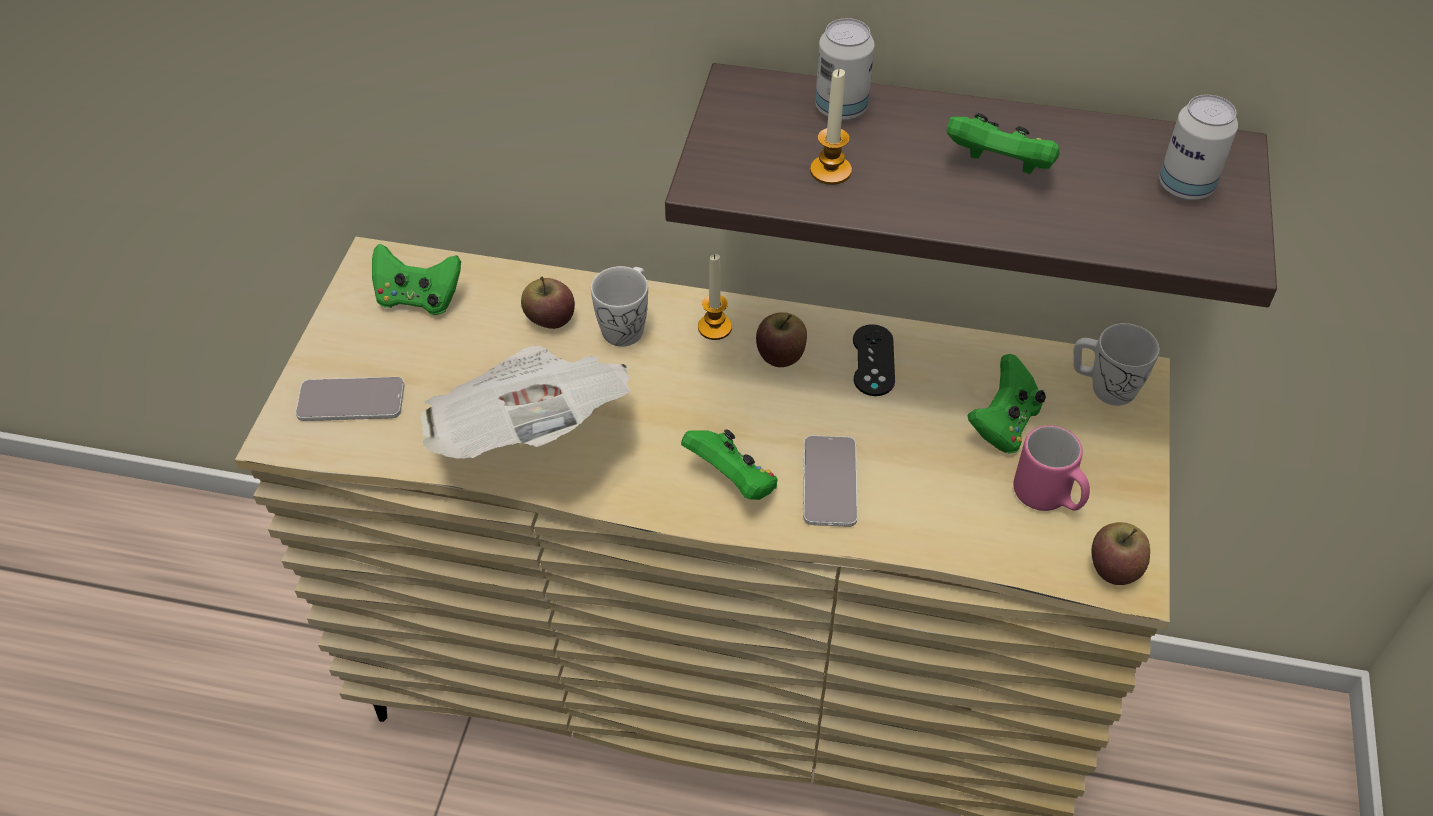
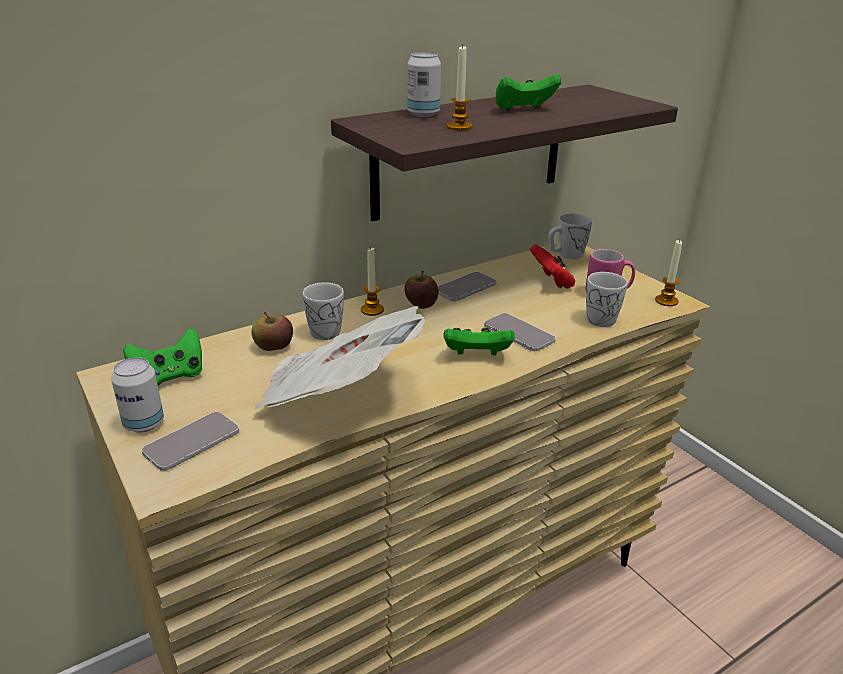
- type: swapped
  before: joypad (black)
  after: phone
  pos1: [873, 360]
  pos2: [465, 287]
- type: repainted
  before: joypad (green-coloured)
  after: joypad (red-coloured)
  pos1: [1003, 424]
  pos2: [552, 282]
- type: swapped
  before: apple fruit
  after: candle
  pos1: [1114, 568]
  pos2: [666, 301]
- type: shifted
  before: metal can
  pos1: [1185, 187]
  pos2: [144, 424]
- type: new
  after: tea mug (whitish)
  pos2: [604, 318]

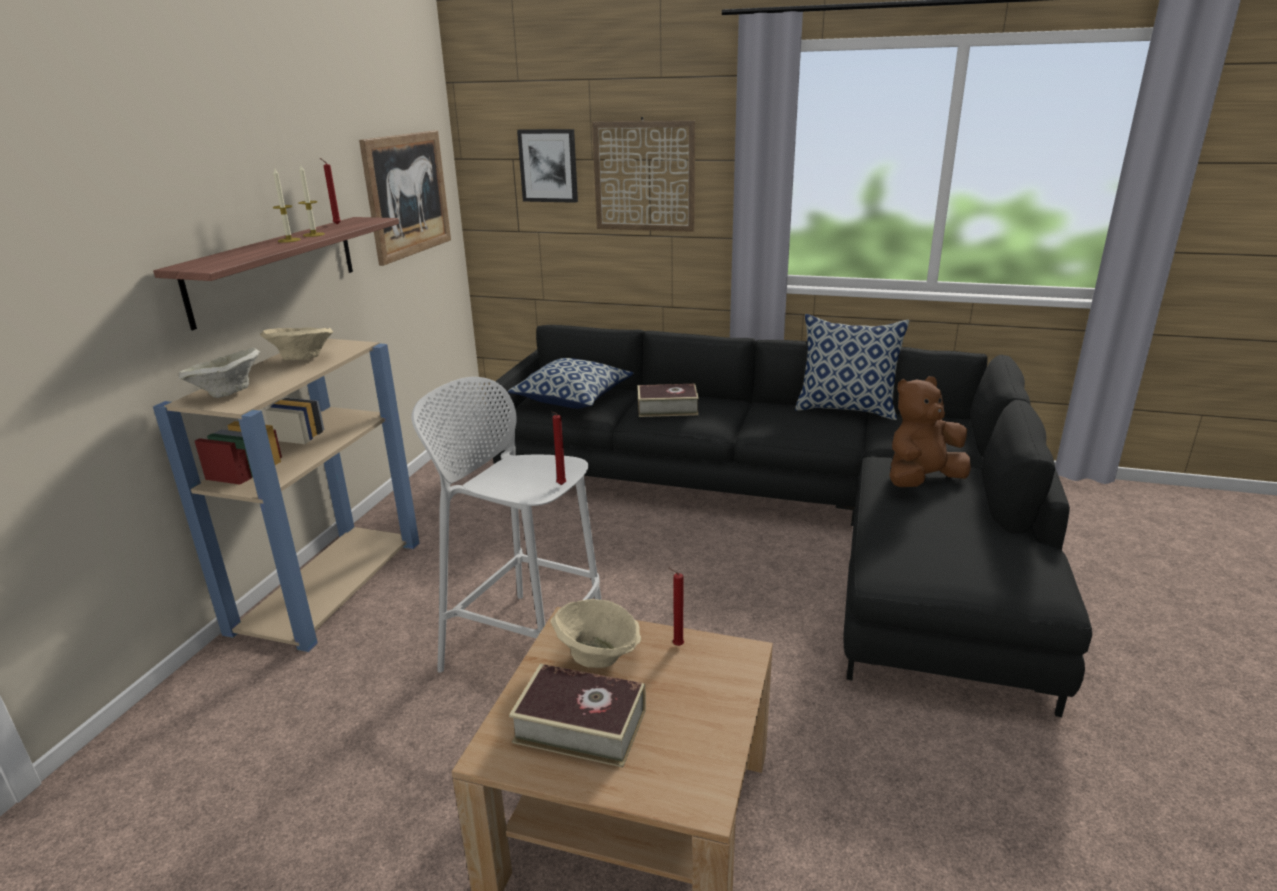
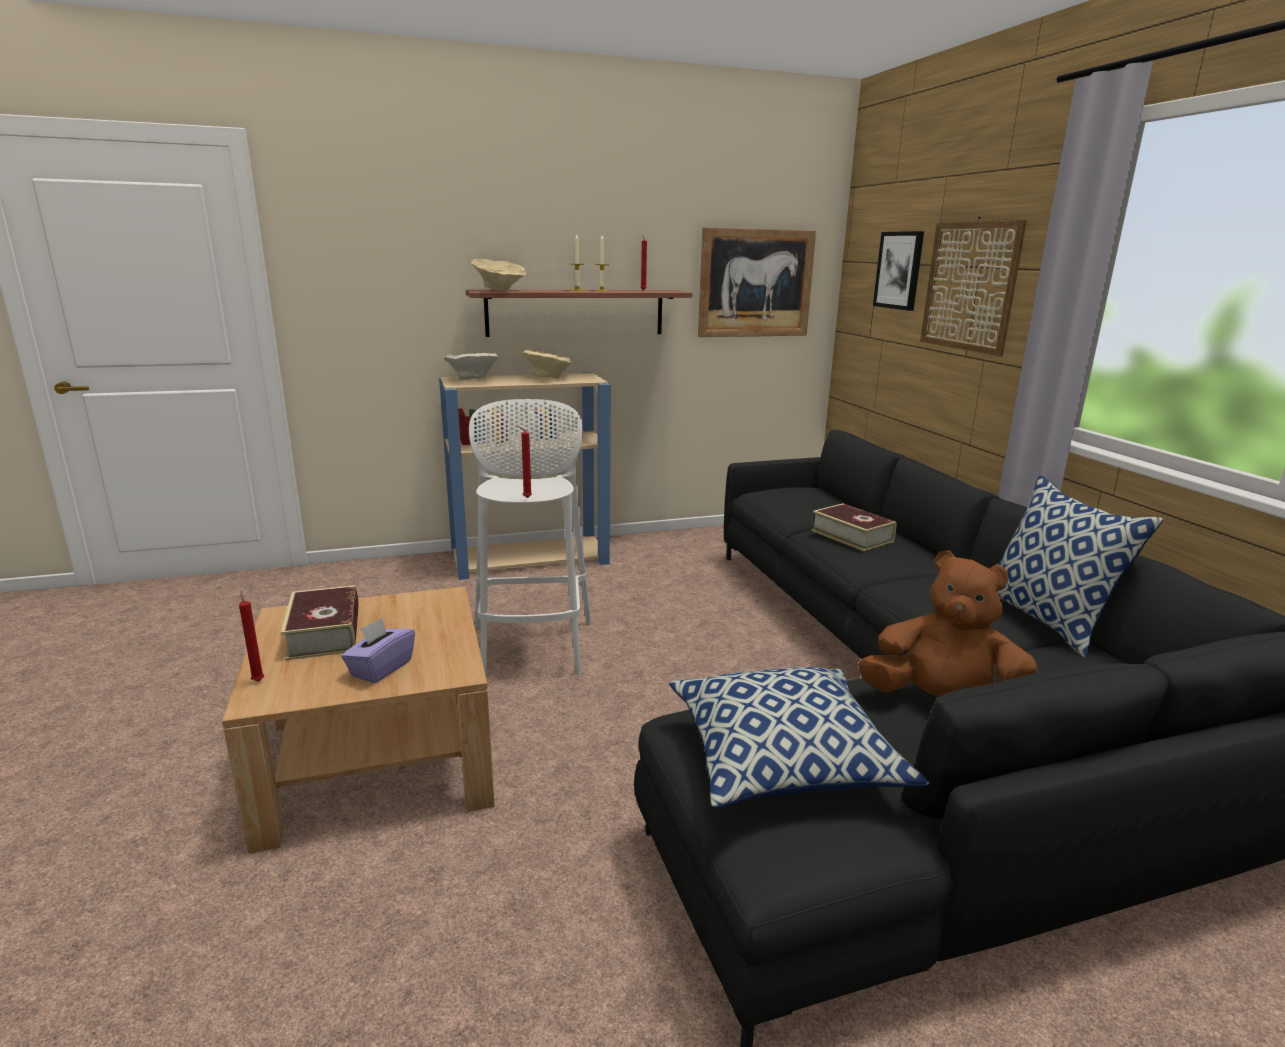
- type: shifted
  before: throw pillow
  pos1: [573, 398]
  pos2: [782, 760]
- type: shifted
  before: serving bowl (beige)
  pos1: [598, 657]
  pos2: [499, 290]
- type: shifted
  before: candle (red-coloured)
  pos1: [676, 645]
  pos2: [258, 680]
- type: new
  after: tissue box (purple)
  pos2: [381, 668]

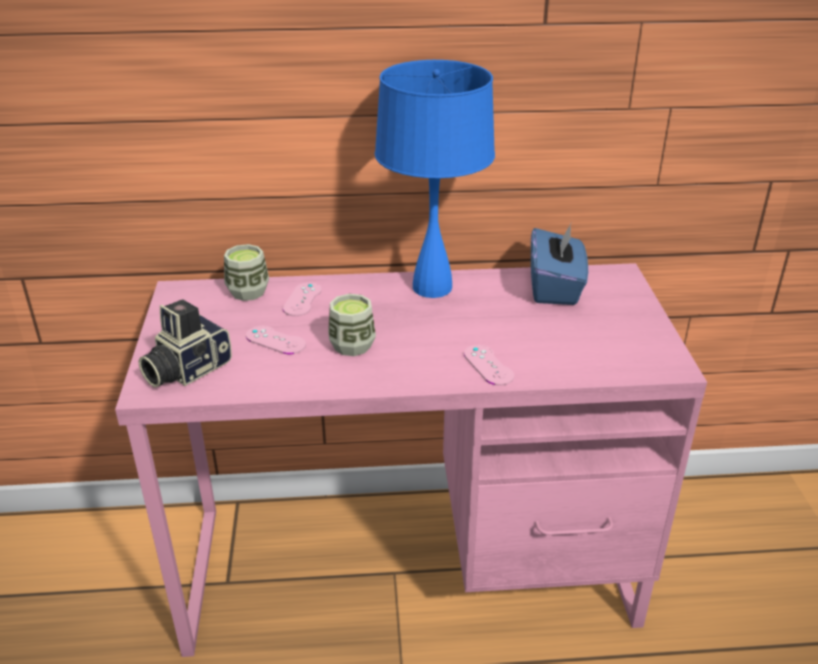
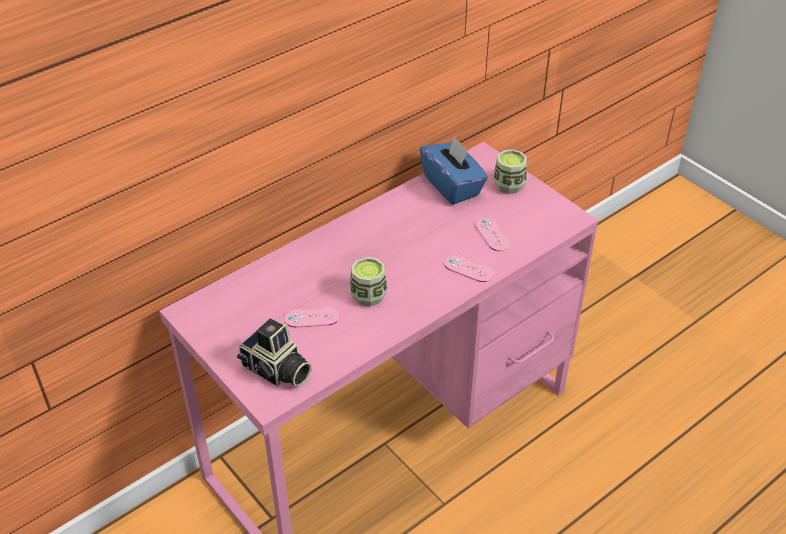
- type: rotated
  before: still camera
  pos1: [186, 369]
  pos2: [276, 371]
  turn: -60
- type: shifted
  before: drinking cup
  pos1: [248, 292]
  pos2: [509, 185]
- type: shifted
  before: joypad (pink)
  pos1: [302, 299]
  pos2: [492, 235]
- type: gone
  before: table lamp (blue-coloured)
  pos1: [433, 287]

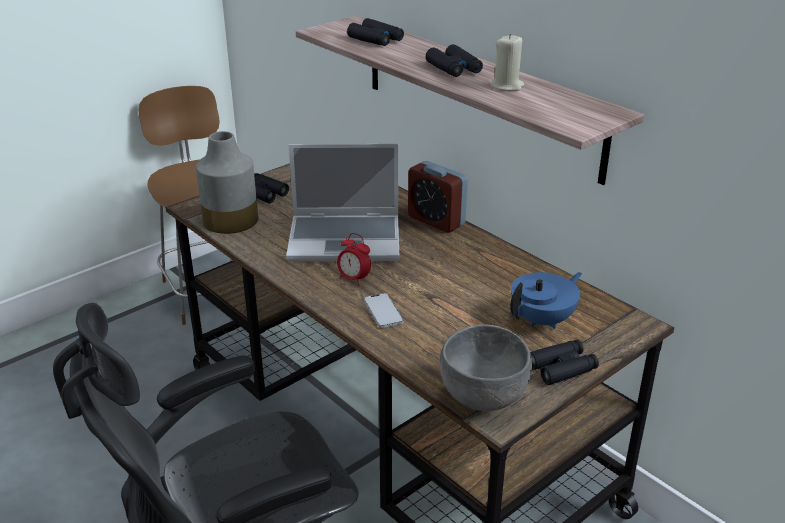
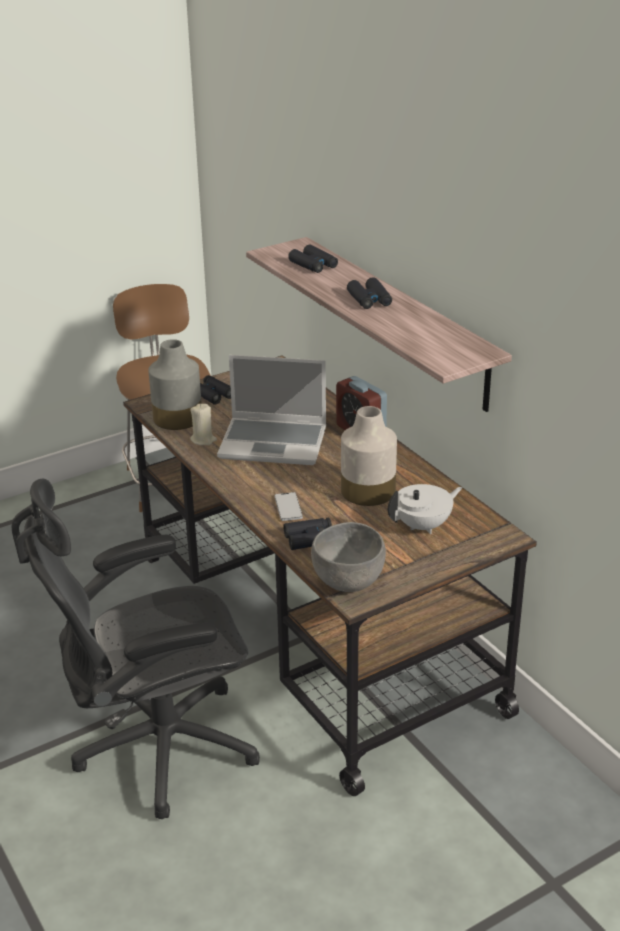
- type: gone
  before: alarm clock
  pos1: [354, 279]
- type: shifted
  before: candle (beige)
  pos1: [507, 86]
  pos2: [203, 440]
- type: repainted
  before: pot for tea (blue-coloured)
  after: pot for tea (whitish)
  pos1: [543, 320]
  pos2: [423, 526]
- type: shifted
  before: binoculars (black)
  pos1: [562, 368]
  pos2: [310, 539]
- type: new
  after: vase (beige)
  pos2: [367, 490]

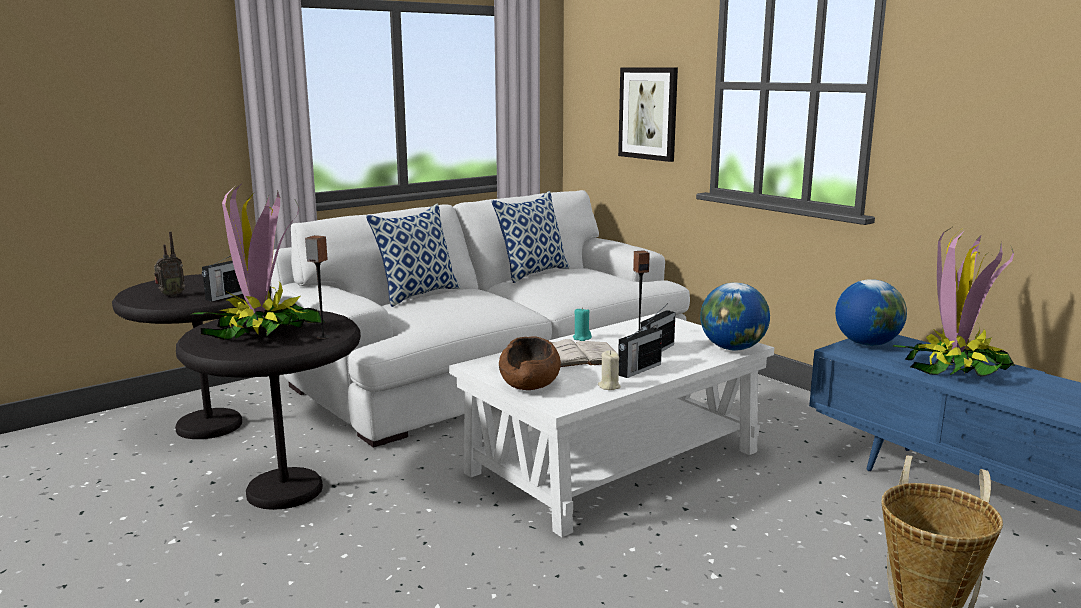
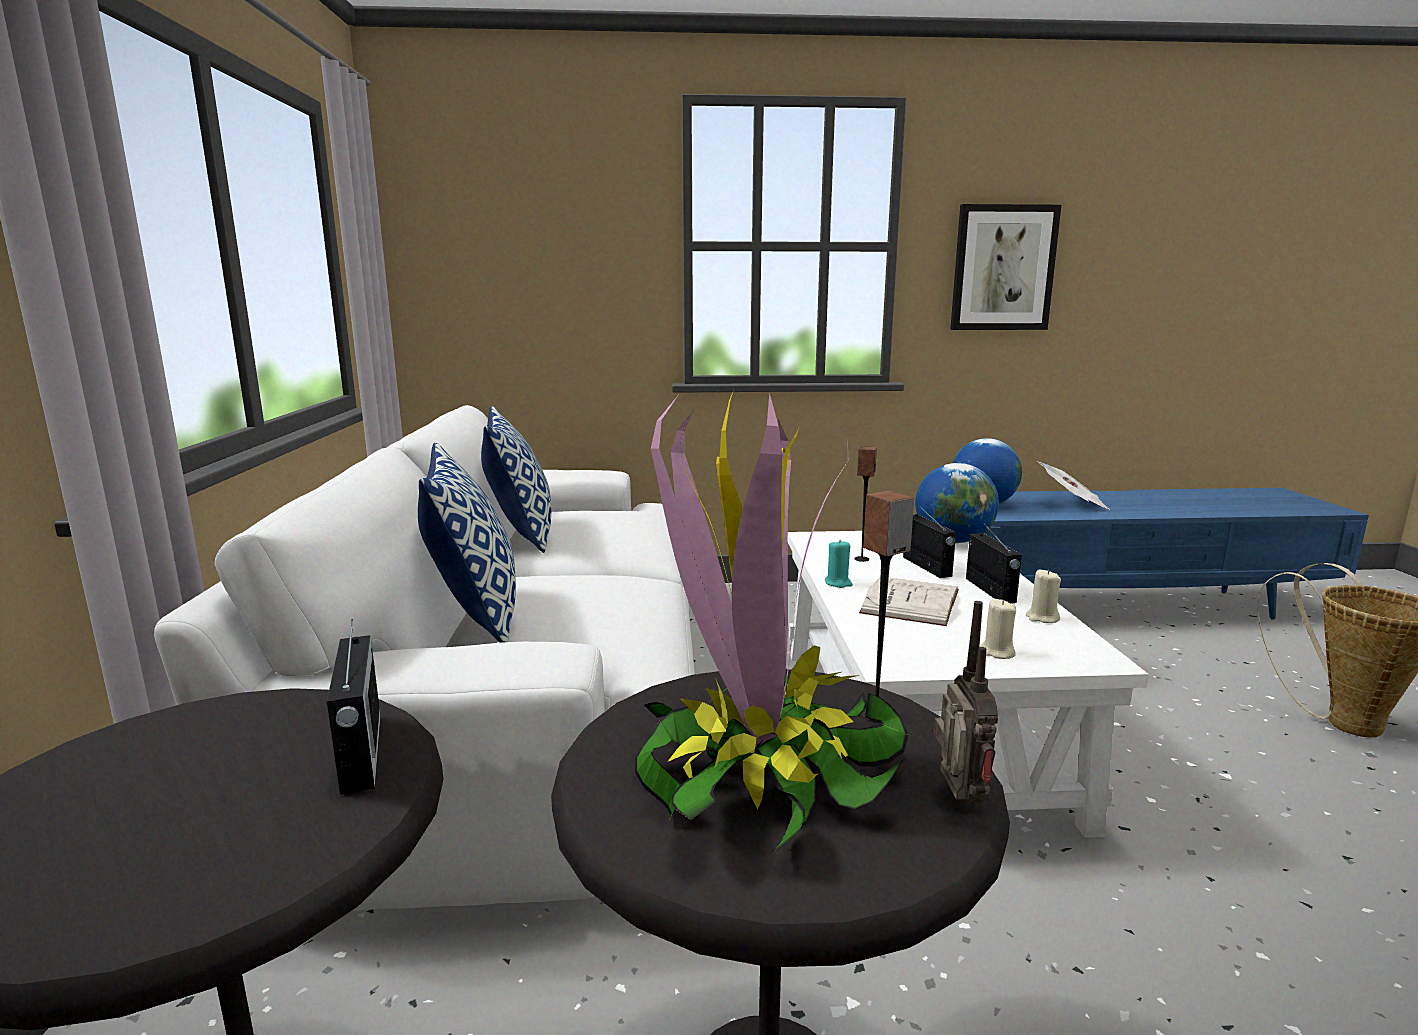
- type: shifted
  before: radio
  pos1: [170, 295]
  pos2: [957, 799]
- type: swapped
  before: serving bowl (brown-coloured)
  after: candle (beige)
  pos1: [530, 383]
  pos2: [997, 652]
- type: shifted
  before: wall picture
  pos1: [648, 113]
  pos2: [1003, 268]
- type: swapped
  before: potted plant
  after: daily paper
  pos1: [955, 368]
  pos2: [1072, 504]

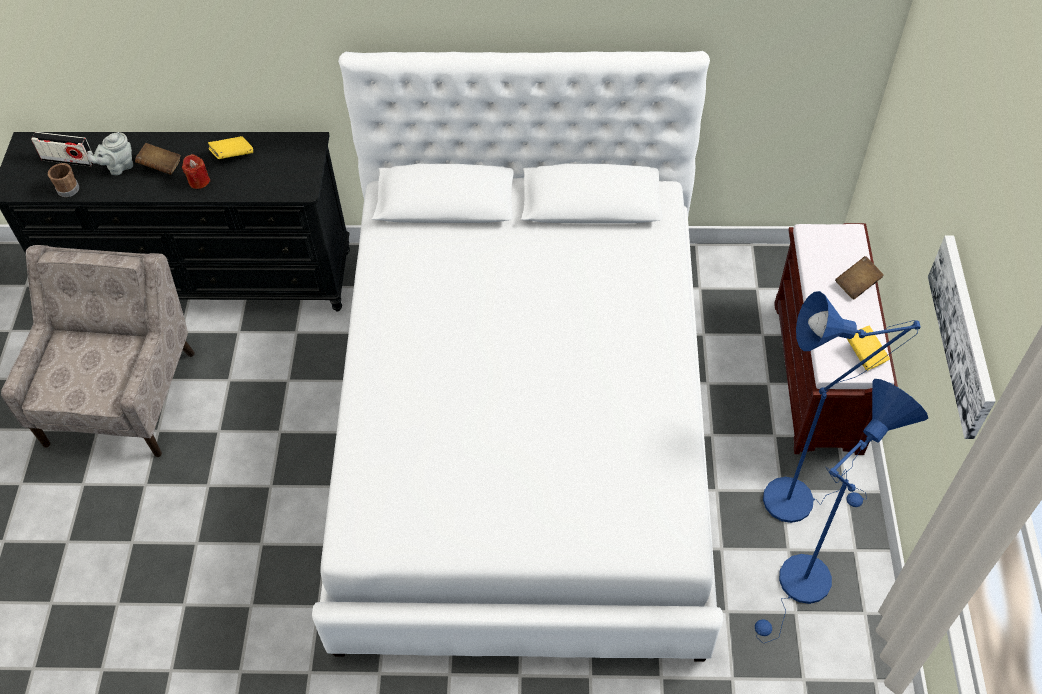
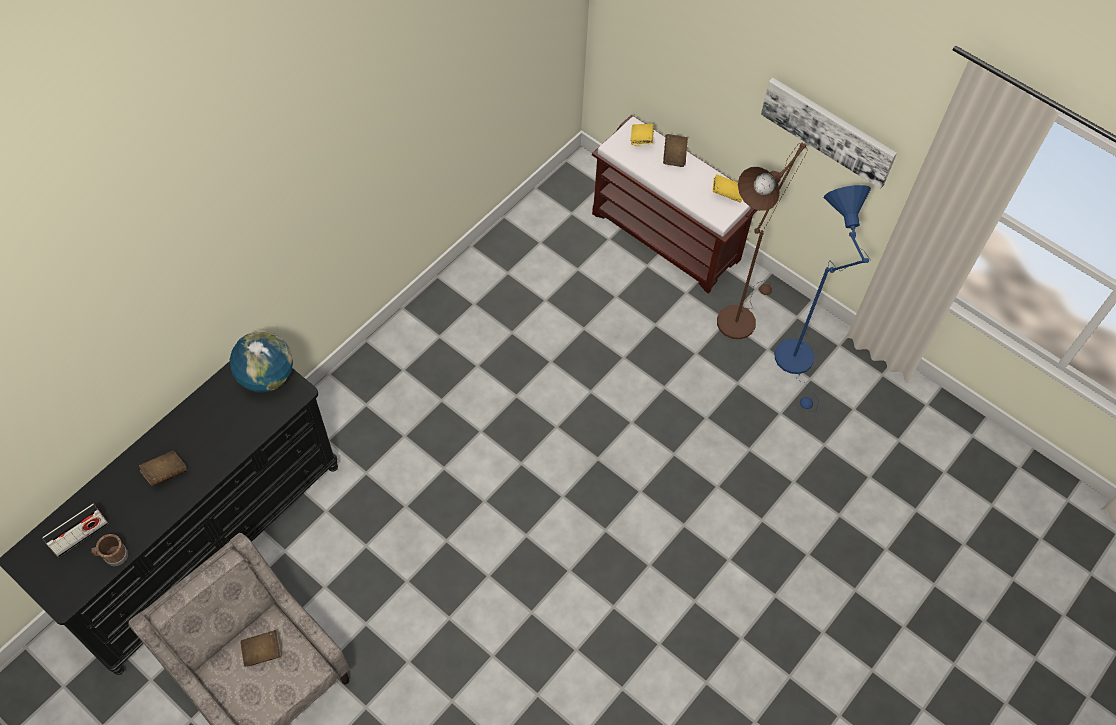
- type: gone
  before: pot for tea (grey)
  pos1: [118, 167]
- type: gone
  before: candle (red-coloured)
  pos1: [199, 181]
- type: shifted
  before: volume (yellowish)
  pos1: [232, 155]
  pos2: [641, 140]
- type: gone
  before: bed (whitish)
  pos1: [524, 430]
- type: repainted
  before: standard lamp (blue-coloured)
  after: standard lamp (brown-coloured)
  pos1: [798, 498]
  pos2: [739, 316]
- type: new
  after: world globe
  pos2: [267, 376]
- type: new
  after: volume (brown-coloured)
  pos2: [262, 652]

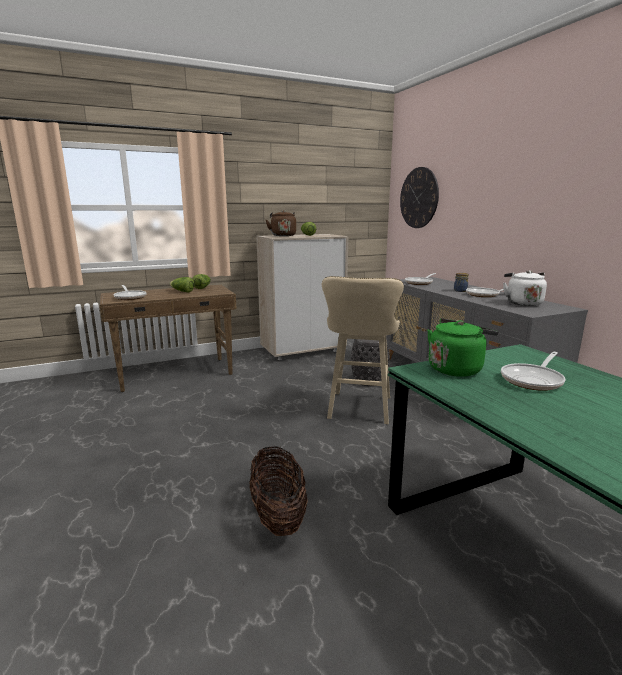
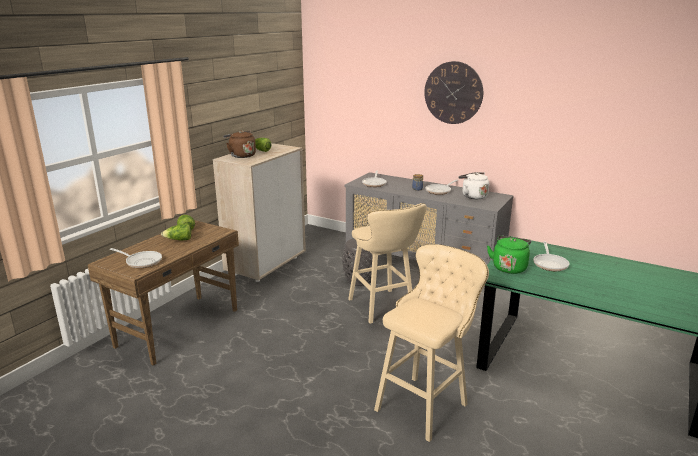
- type: swapped
  before: basket
  after: sitting stool (beige)
  pos1: [278, 515]
  pos2: [427, 401]
- type: shifted
  before: wall clock
  pos1: [419, 198]
  pos2: [453, 93]

